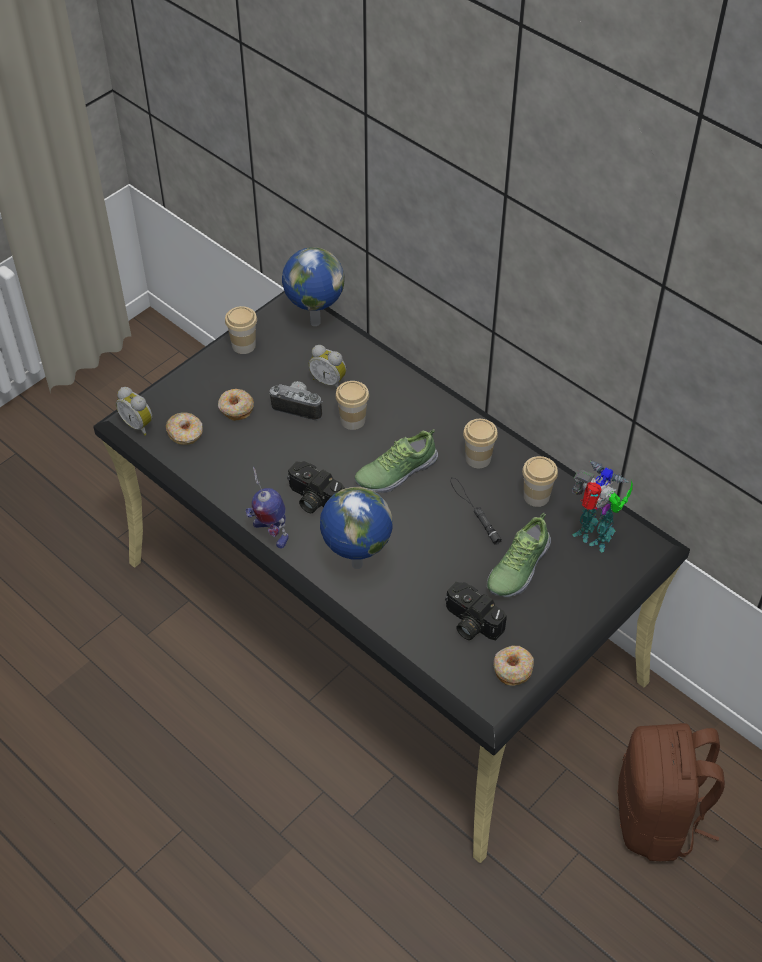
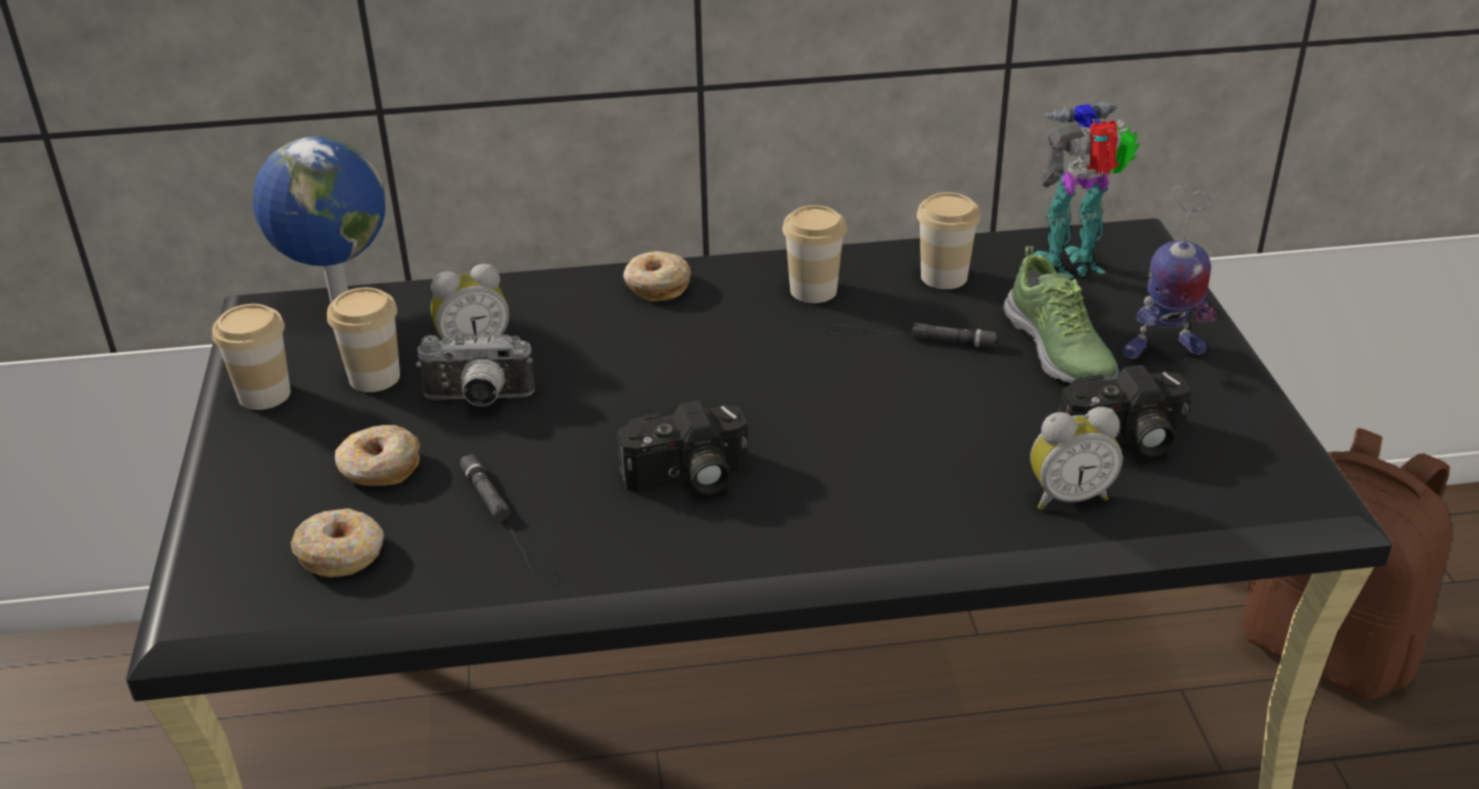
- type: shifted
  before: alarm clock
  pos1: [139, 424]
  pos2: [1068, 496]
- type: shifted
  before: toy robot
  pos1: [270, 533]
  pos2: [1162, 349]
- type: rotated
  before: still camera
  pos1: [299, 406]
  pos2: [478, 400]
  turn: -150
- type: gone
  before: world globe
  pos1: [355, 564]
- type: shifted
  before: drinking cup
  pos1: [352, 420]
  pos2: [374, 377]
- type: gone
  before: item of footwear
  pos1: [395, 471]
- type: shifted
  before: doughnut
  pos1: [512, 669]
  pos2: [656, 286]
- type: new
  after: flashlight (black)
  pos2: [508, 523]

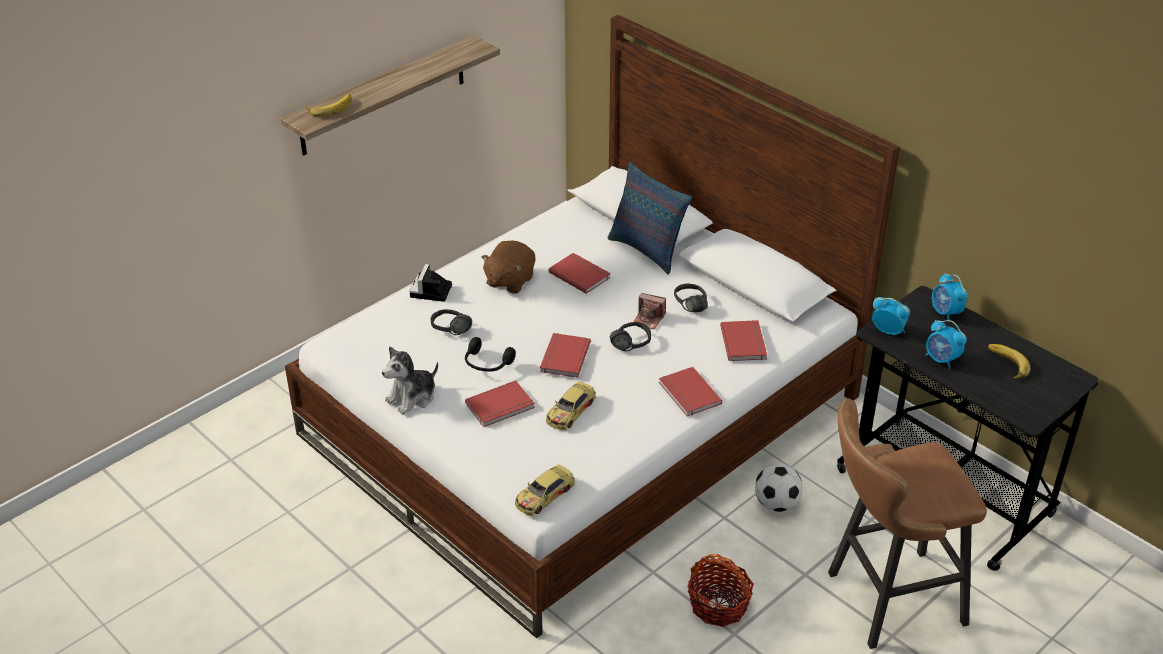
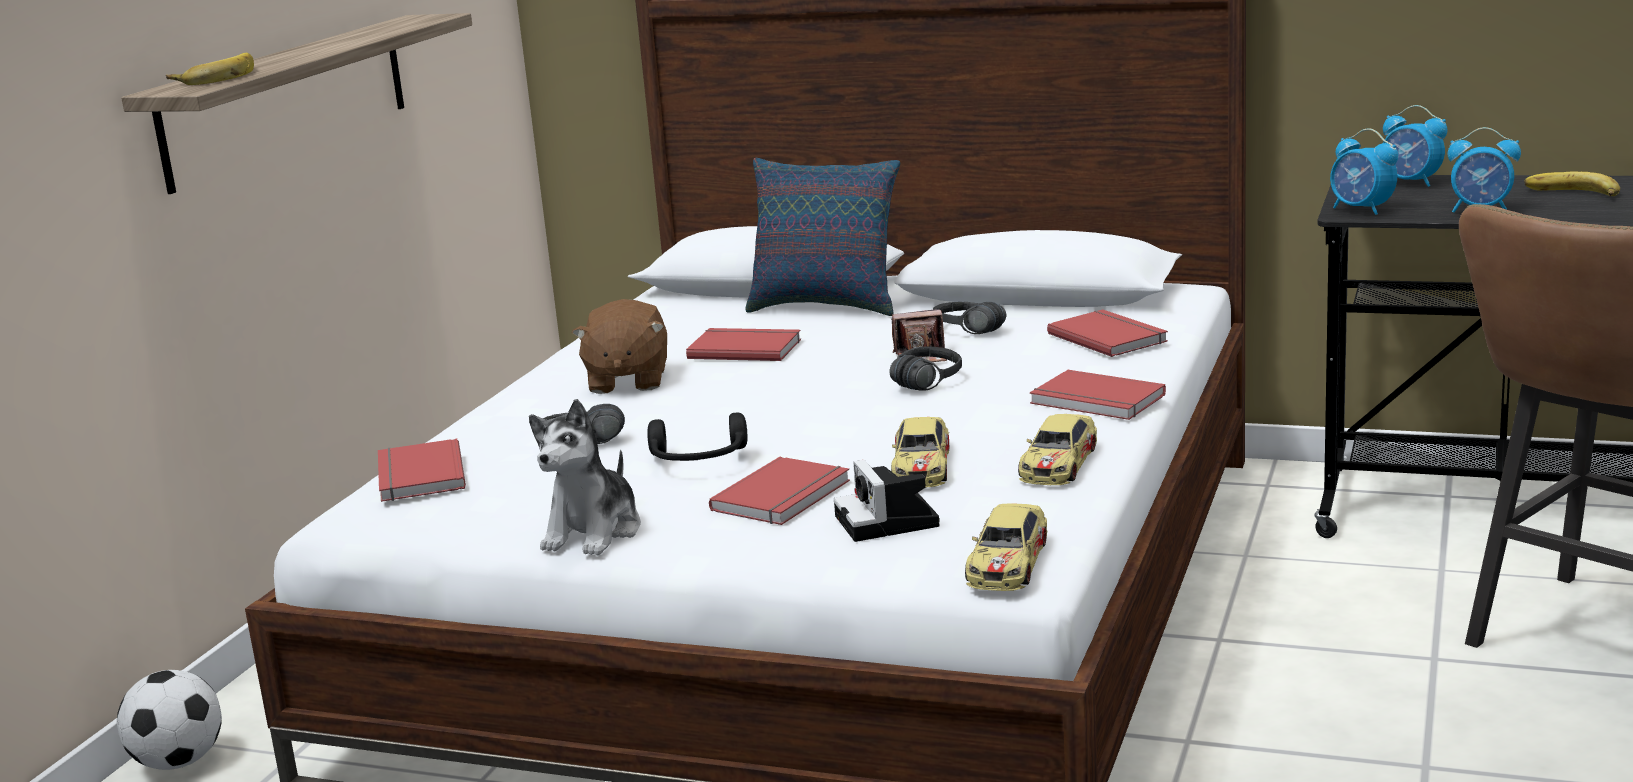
- type: shifted
  before: still camera
  pos1: [431, 292]
  pos2: [889, 522]
- type: shifted
  before: volume (red-coloured)
  pos1: [563, 357]
  pos2: [417, 476]
- type: gone
  before: basket
  pos1: [719, 605]
- type: shifted
  before: football
  pos1: [776, 504]
  pos2: [178, 762]
- type: rotated
  before: alarm clock
  pos1: [888, 331]
  pos2: [1362, 209]
  turn: -135
- type: new
  after: miniature car
  pos2: [1058, 462]

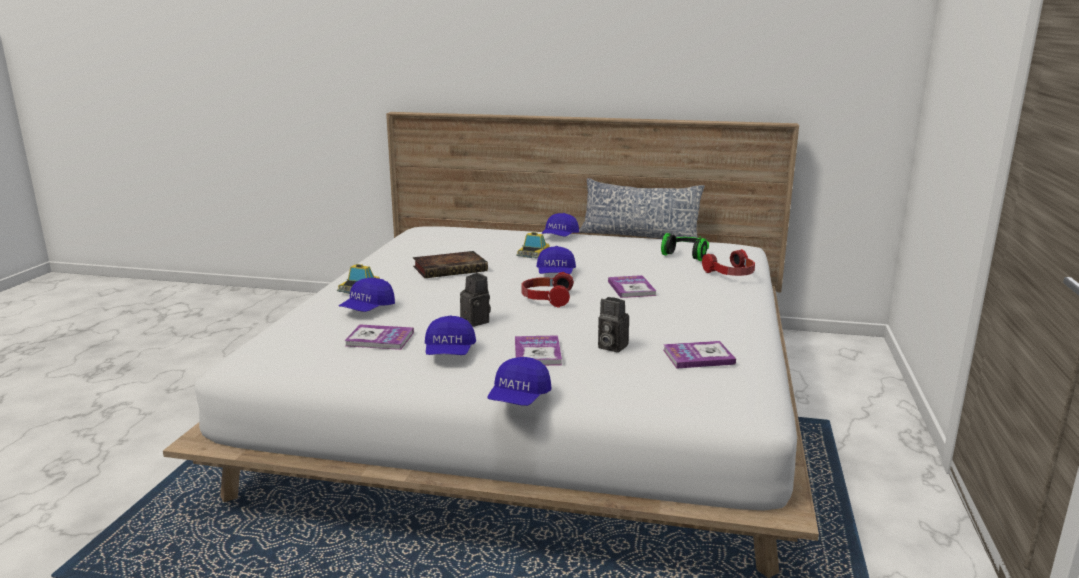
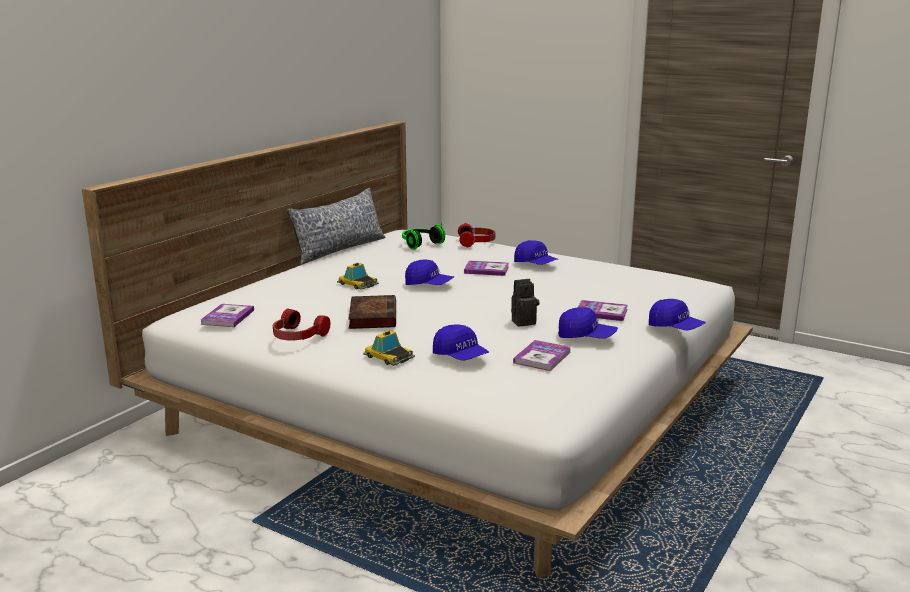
- type: shifted
  before: headphones
  pos1: [546, 298]
  pos2: [298, 337]
- type: shifted
  before: cap (blue-coloured)
  pos1: [559, 237]
  pos2: [535, 264]
- type: gone
  before: still camera
  pos1: [610, 346]
- type: shifted
  before: volume
  pos1: [698, 357]
  pos2: [227, 317]

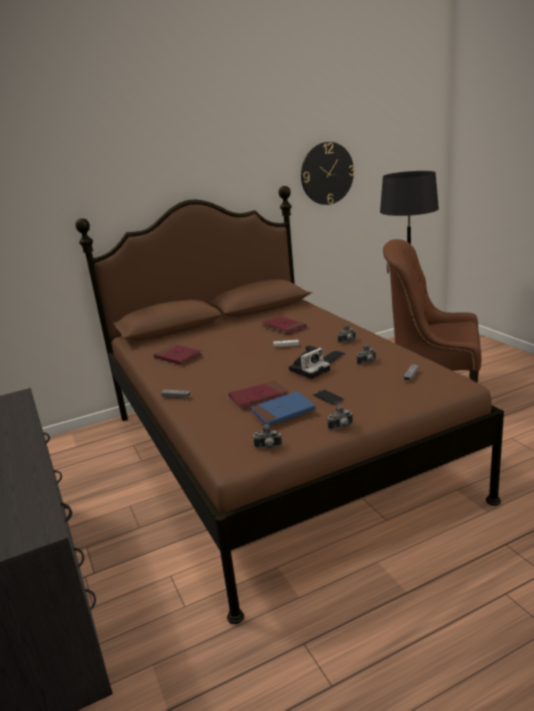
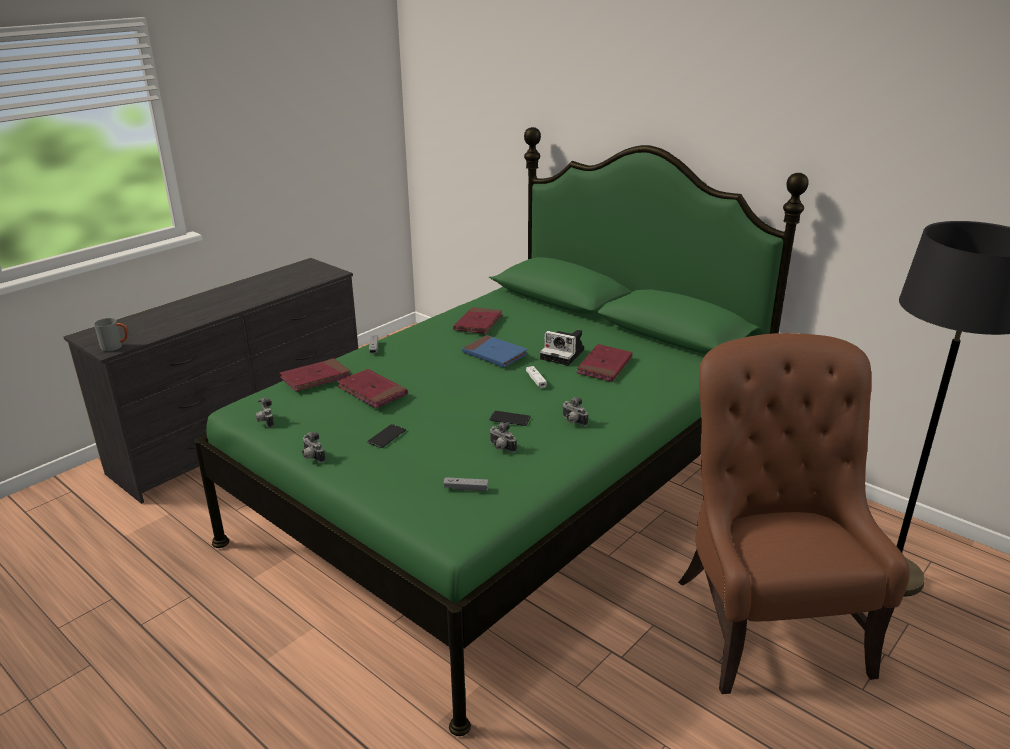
- type: repainted
  before: bed (brown-coloured)
  after: bed (green-coloured)
  pos1: [277, 453]
  pos2: [506, 501]
- type: shifted
  before: volume (blue-coloured)
  pos1: [283, 412]
  pos2: [495, 354]
- type: shifted
  before: still camera
  pos1: [310, 369]
  pos2: [564, 354]
- type: gone
  before: wall clock
  pos1: [327, 173]
- type: new
  after: tea mug (grey)
  pos2: [116, 347]
- type: new
  after: volume (red-coloured)
  pos2: [316, 378]

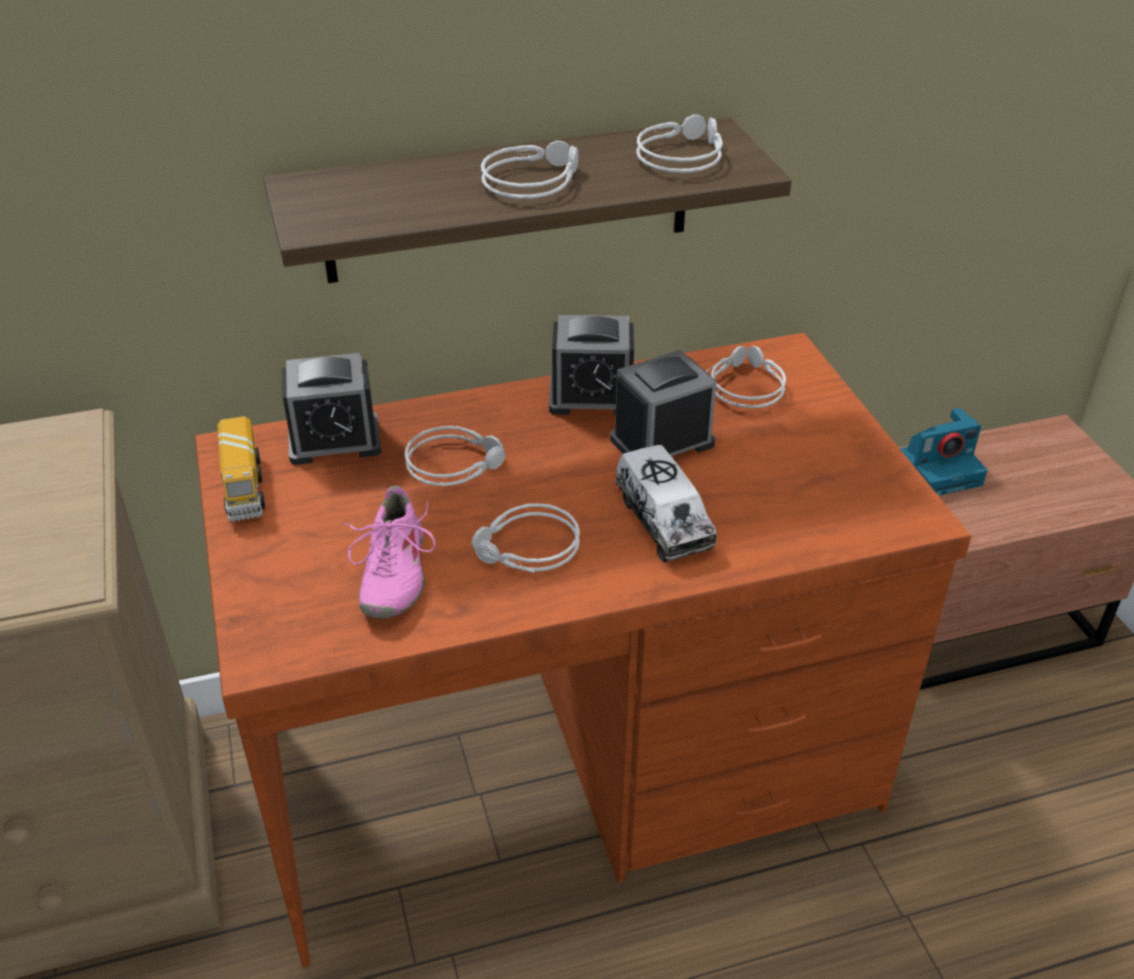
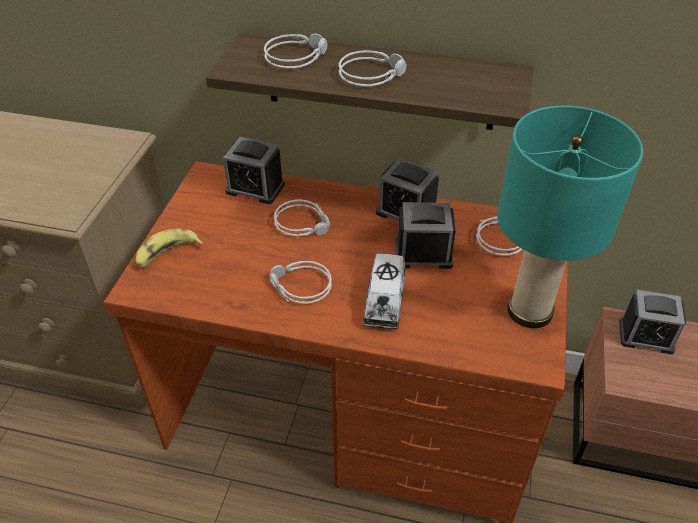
- type: gone
  before: toy truck
  pos1: [244, 488]
- type: gone
  before: item of footwear (pink)
  pos1: [392, 573]
- type: shifted
  before: headphones (grey)
  pos1: [680, 154]
  pos2: [296, 56]
- type: swapped
  before: still camera
  after: alarm clock
  pos1: [938, 469]
  pos2: [646, 336]
- type: new
  after: banana
  pos2: [167, 254]
- type: new
  after: table lamp (turquoise-coloured)
  pos2: [529, 310]

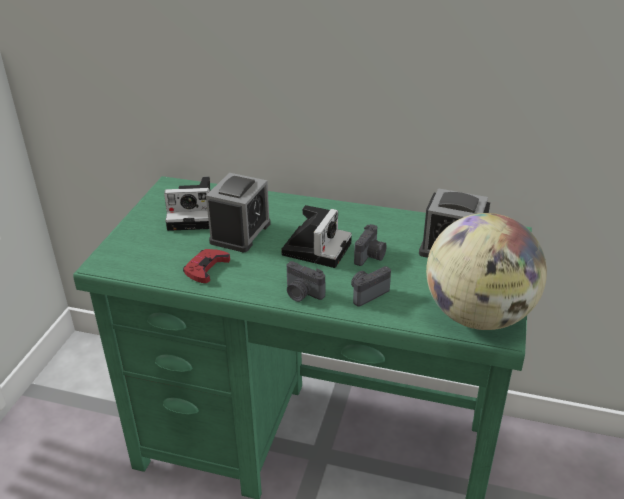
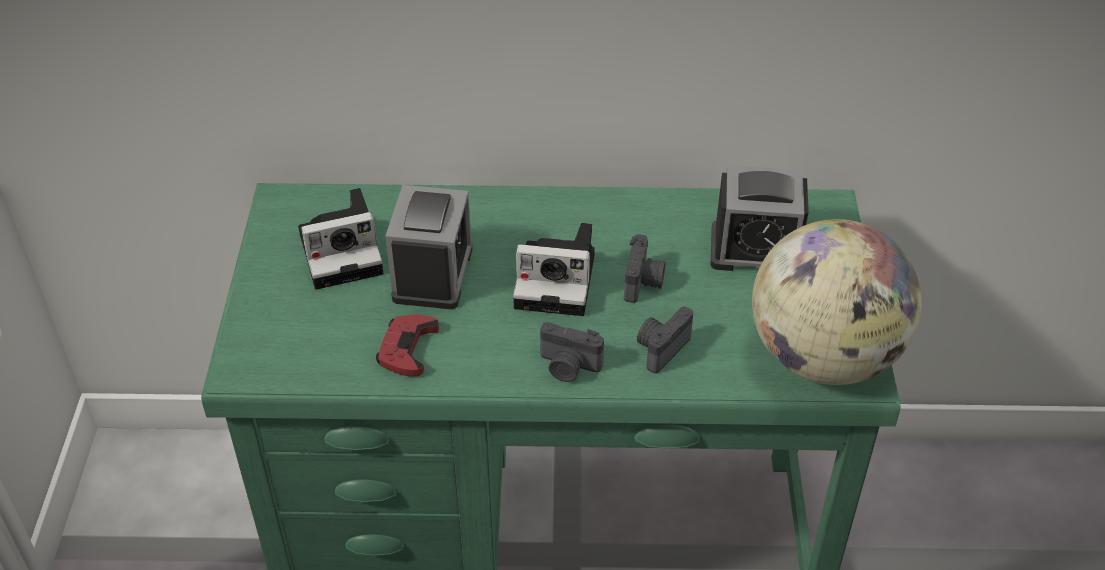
- type: rotated
  before: still camera
  pos1: [316, 247]
  pos2: [559, 280]
  turn: 90

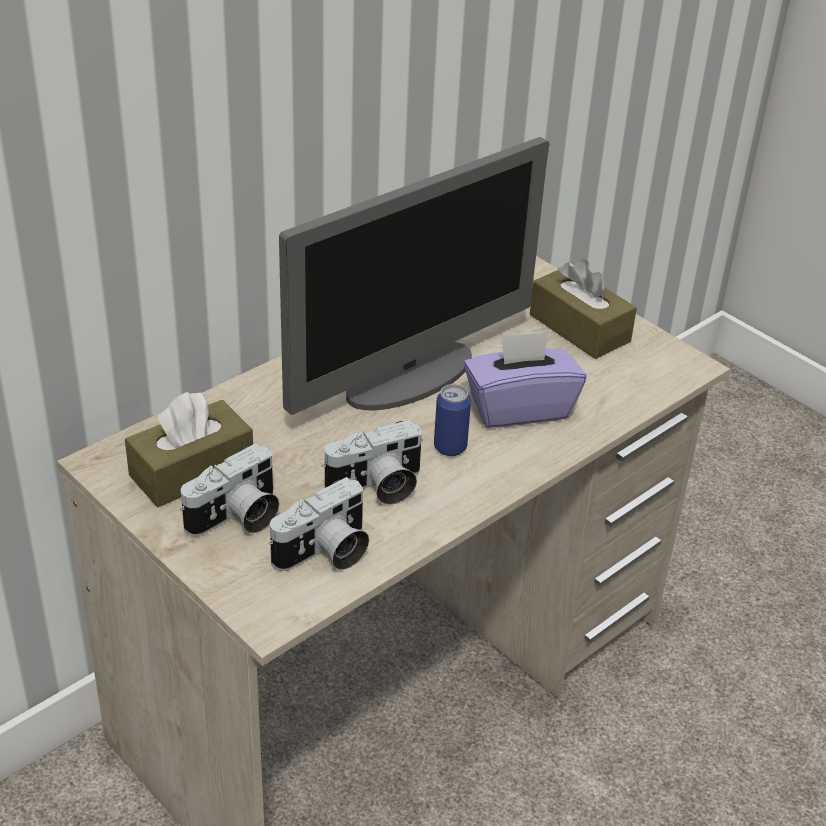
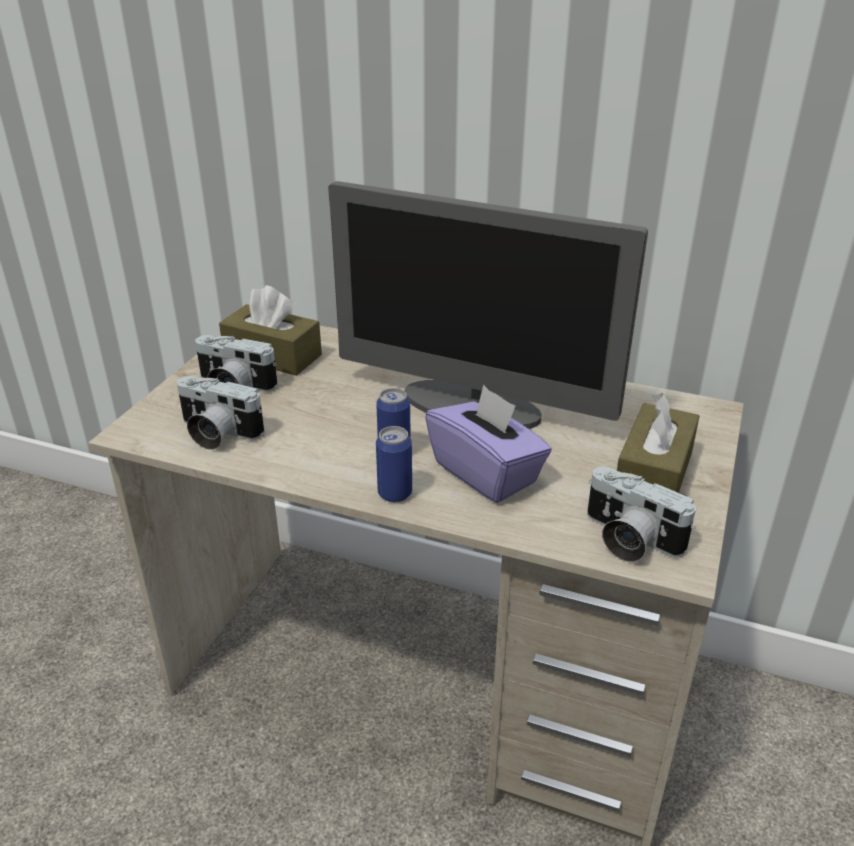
- type: shifted
  before: still camera
  pos1: [377, 487]
  pos2: [628, 539]
- type: new
  after: metal can
  pos2: [395, 493]

